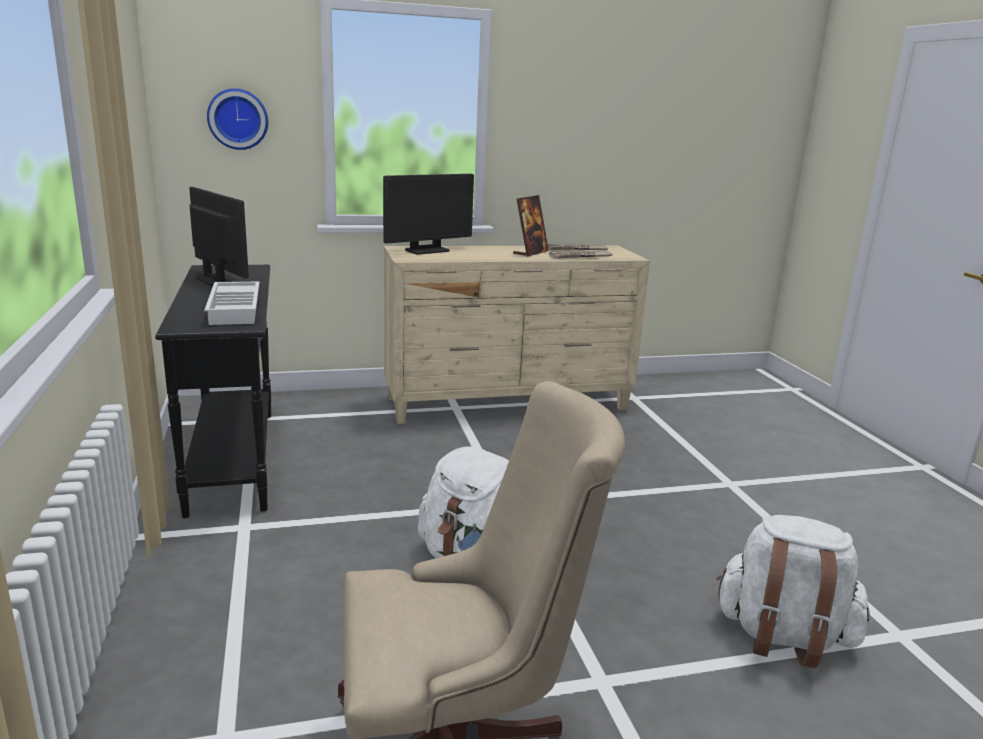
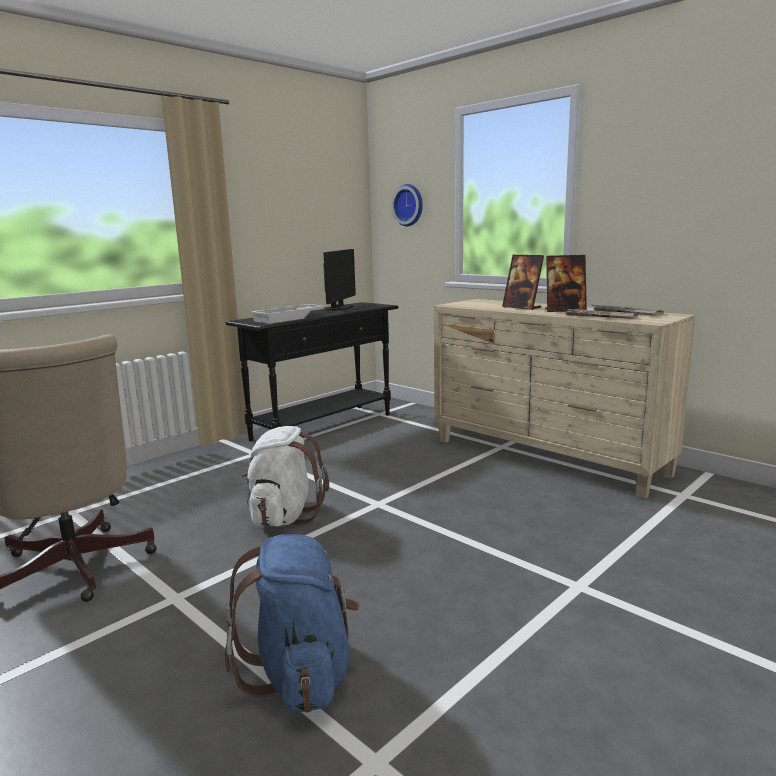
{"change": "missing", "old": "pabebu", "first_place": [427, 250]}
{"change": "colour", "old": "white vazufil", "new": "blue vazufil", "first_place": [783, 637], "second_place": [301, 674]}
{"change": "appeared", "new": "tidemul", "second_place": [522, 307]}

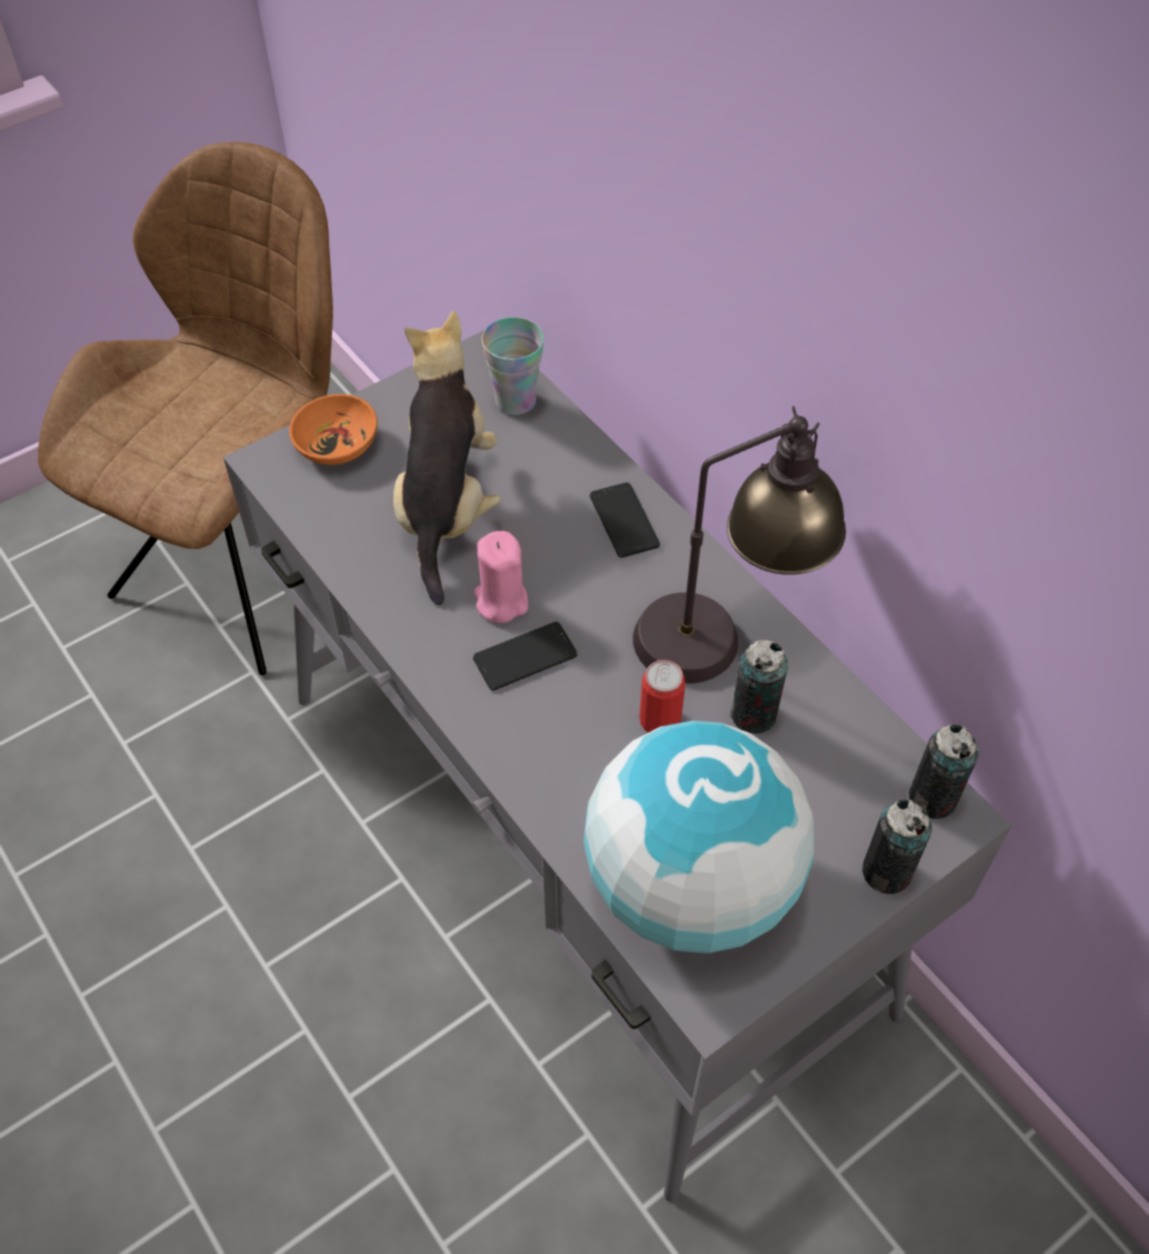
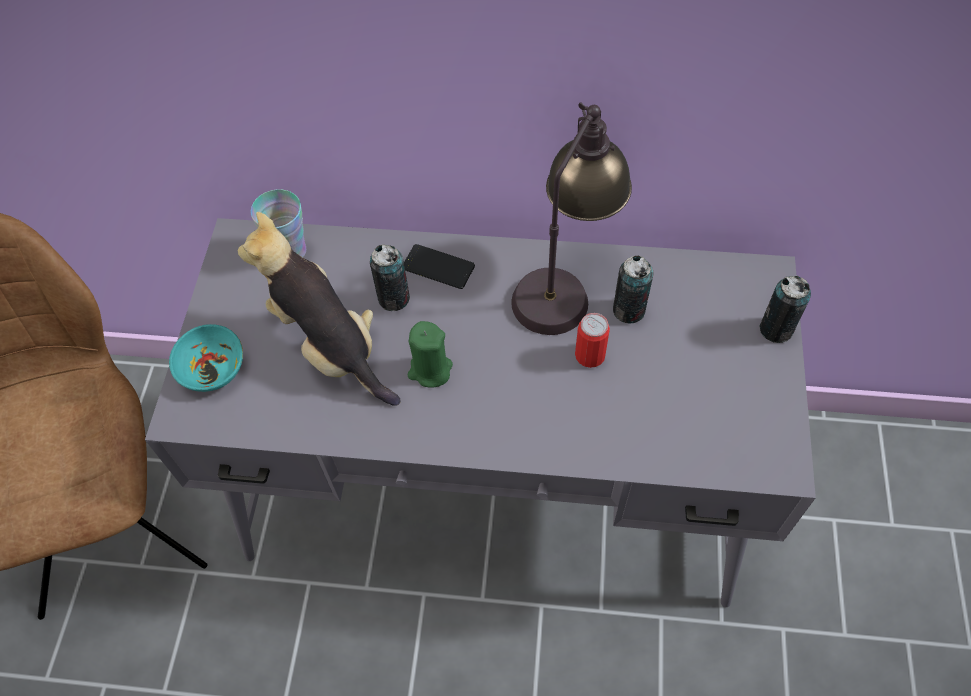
{"change": "colour", "old": "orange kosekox", "new": "turquoise kosekox", "first_place": [337, 444], "second_place": [213, 367]}
{"change": "missing", "old": "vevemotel", "first_place": [525, 657]}
{"change": "colour", "old": "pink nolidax", "new": "green nolidax", "first_place": [501, 601], "second_place": [430, 370]}
{"change": "missing", "old": "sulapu", "first_place": [690, 886]}
{"change": "relocated", "old": "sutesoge", "first_place": [932, 798], "second_place": [394, 298]}

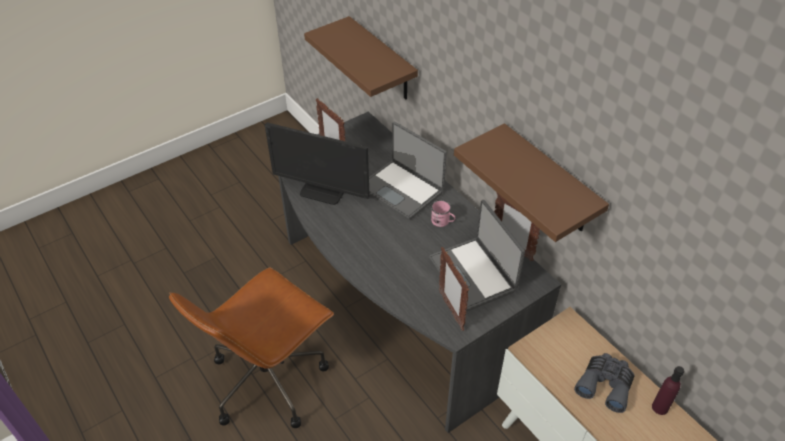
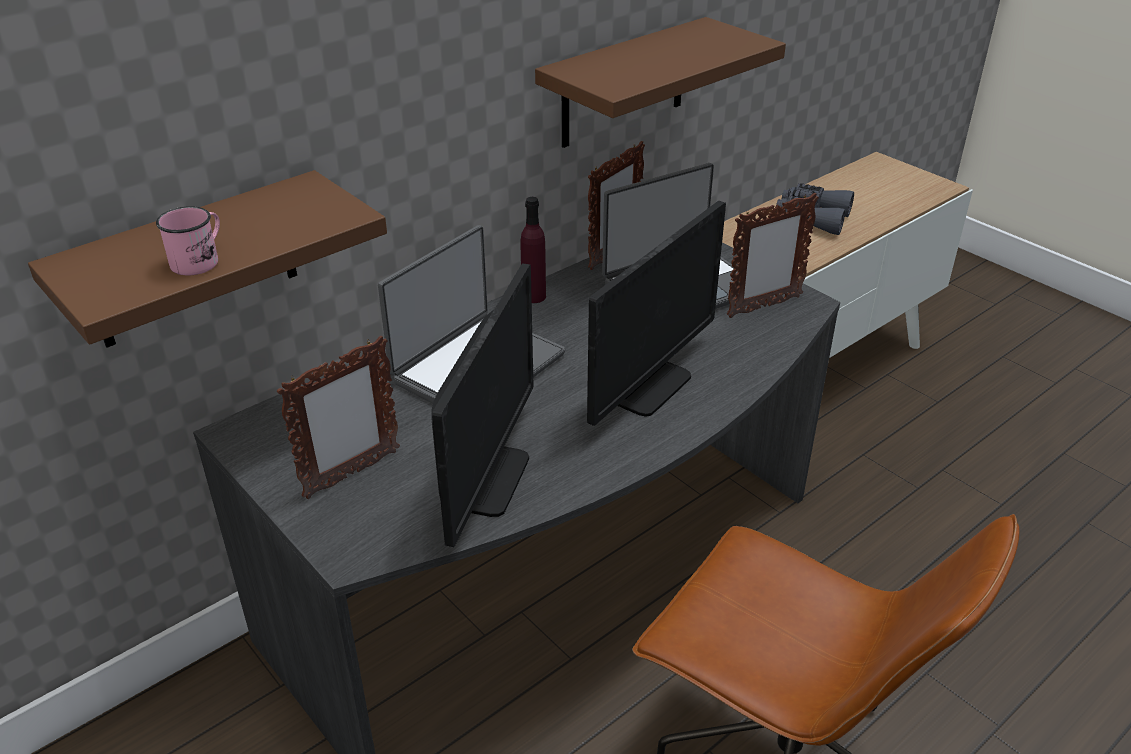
{"change": "relocated", "old": "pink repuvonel", "first_place": [443, 221], "second_place": [200, 260]}
{"change": "relocated", "old": "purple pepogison", "first_place": [660, 407], "second_place": [534, 296]}
{"change": "appeared", "new": "pabebu", "second_place": [647, 386]}

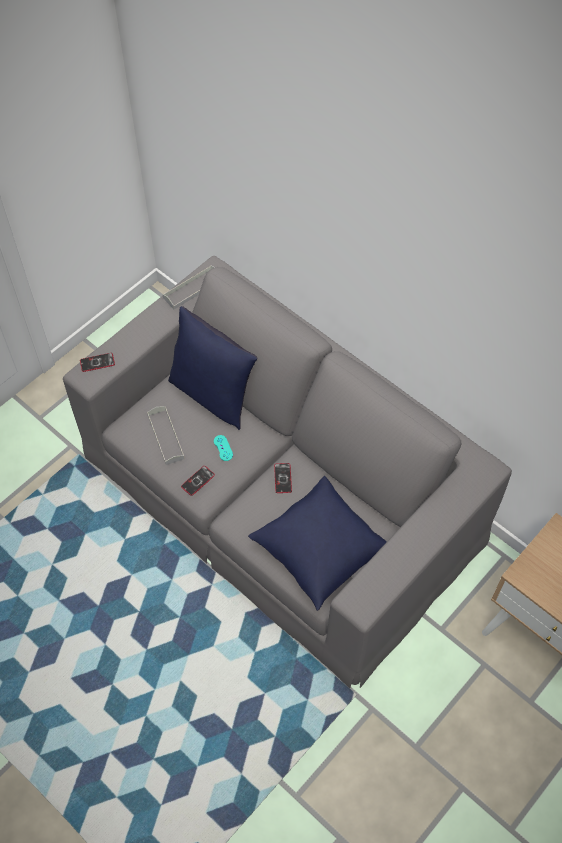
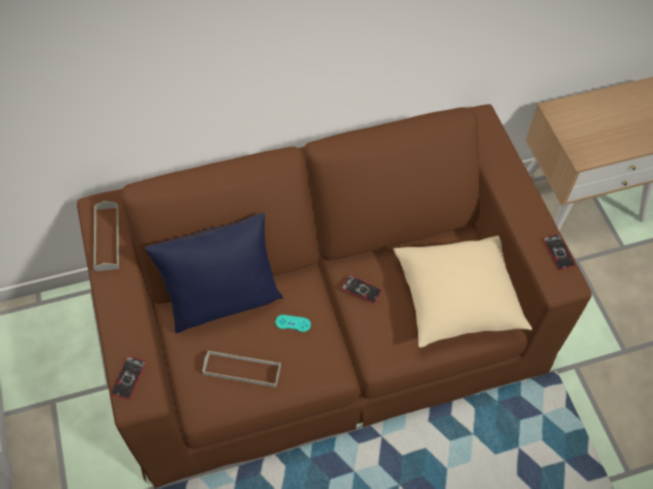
{"change": "colour", "old": "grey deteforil", "new": "brown deteforil", "first_place": [282, 495], "second_place": [325, 324]}
{"change": "relocated", "old": "vevemotel", "first_place": [198, 481], "second_place": [558, 252]}
{"change": "colour", "old": "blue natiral", "new": "beige natiral", "first_place": [319, 551], "second_place": [457, 300]}

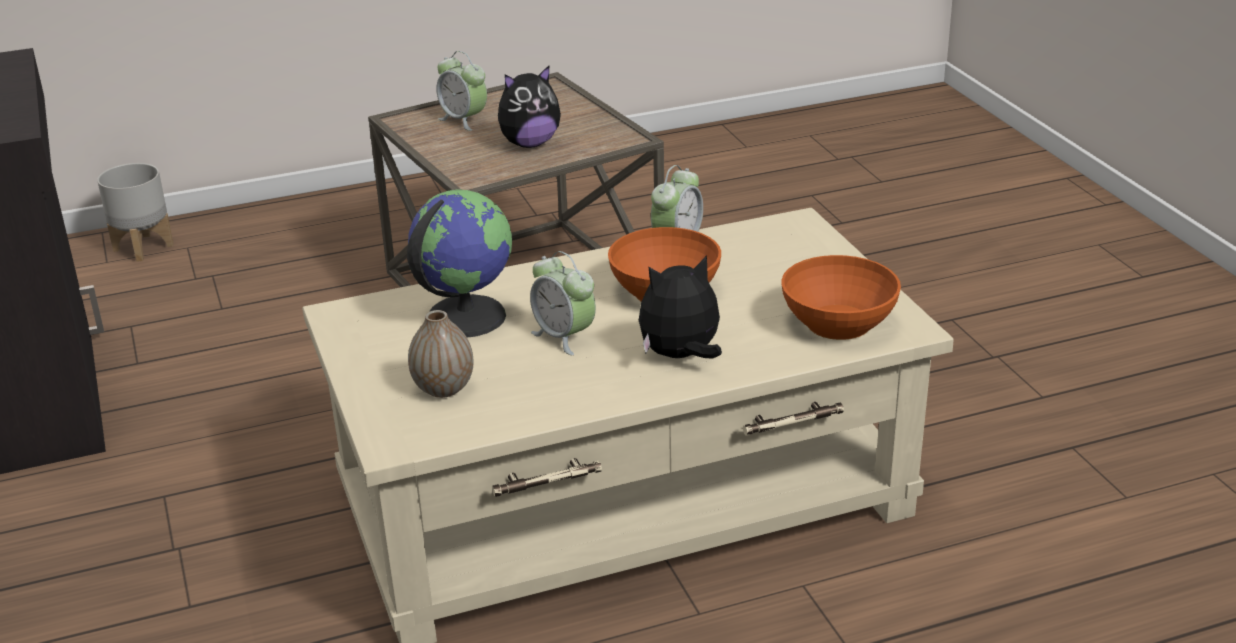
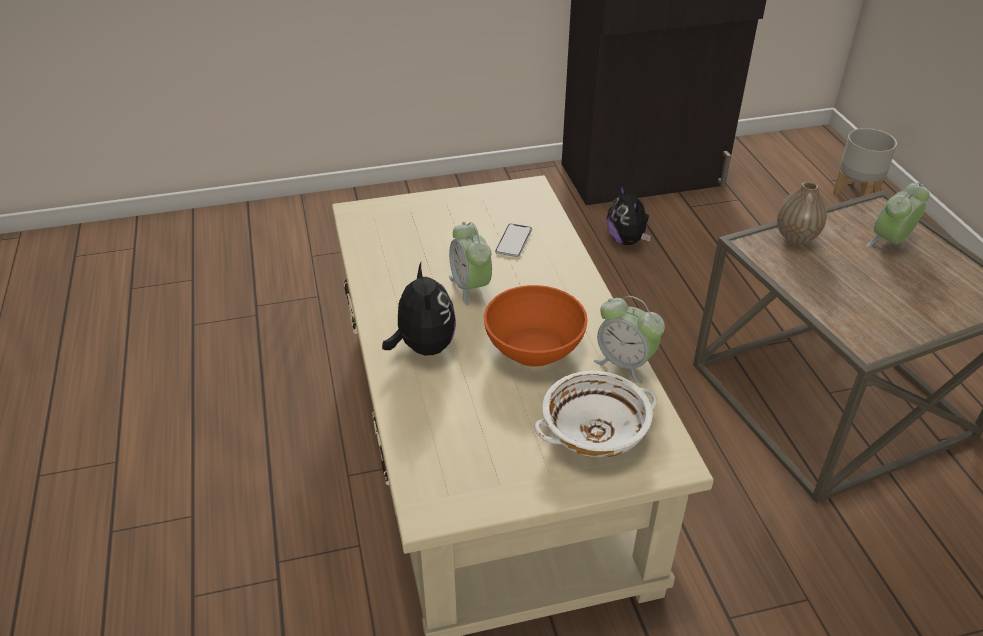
{"change": "exchanged", "old": "sulapu", "new": "vevemotel", "first_place": [465, 316], "second_place": [513, 241]}
{"change": "relocated", "old": "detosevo", "first_place": [443, 389], "second_place": [796, 237]}
{"change": "relocated", "old": "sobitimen", "first_place": [529, 143], "second_place": [627, 240]}
{"change": "spun", "old": "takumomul", "first_place": [564, 337], "second_place": [470, 287], "degrees": -75}
{"change": "missing", "old": "orange kosekox", "first_place": [837, 323]}
{"change": "appeared", "new": "white kosekox", "second_place": [595, 432]}

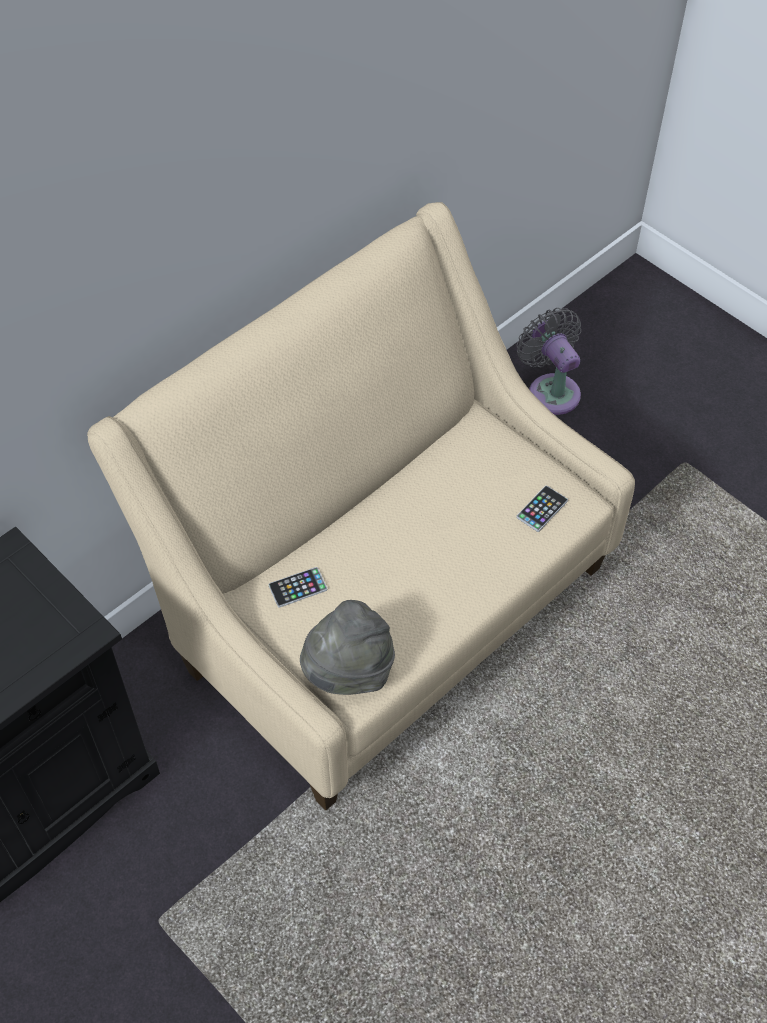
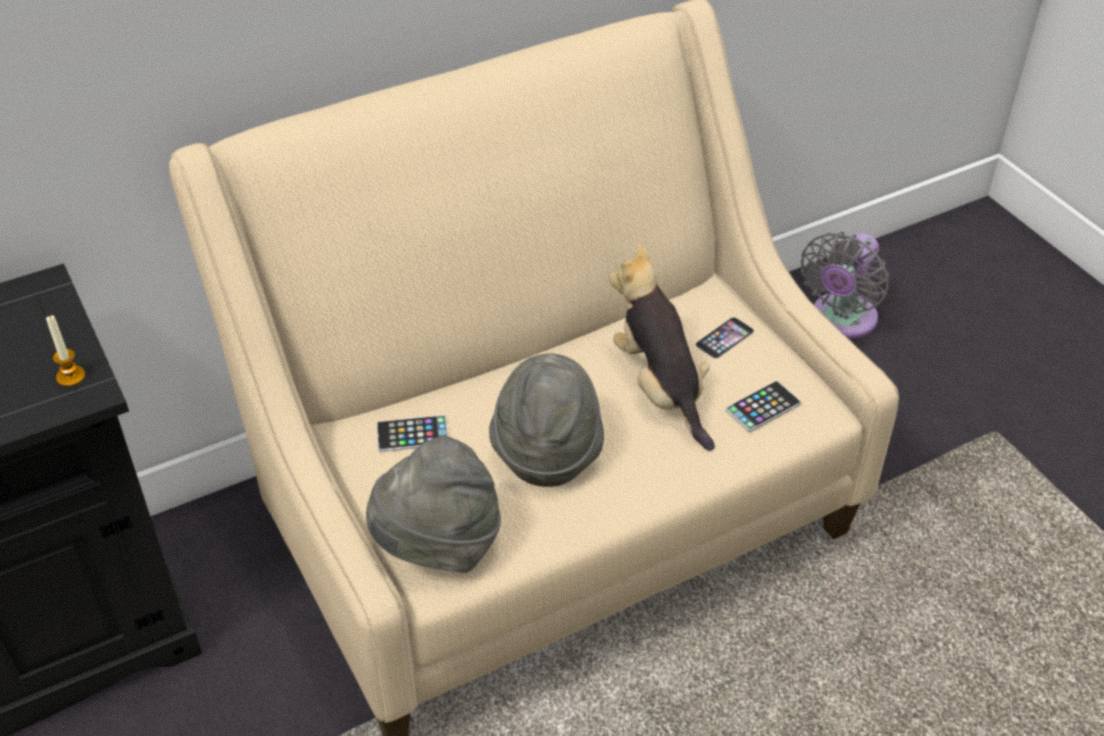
{"change": "spun", "old": "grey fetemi", "first_place": [551, 390], "second_place": [840, 320], "degrees": -135}
{"change": "appeared", "new": "nolidax", "second_place": [71, 376]}
{"change": "appeared", "new": "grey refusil", "second_place": [547, 452]}
{"change": "appeared", "new": "sobitimen", "second_place": [660, 388]}
{"change": "appeared", "new": "vevemotel", "second_place": [724, 338]}

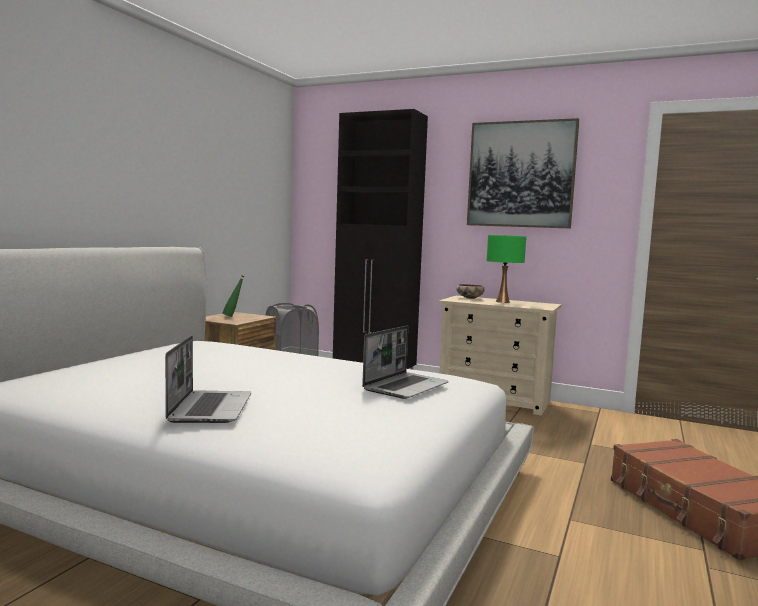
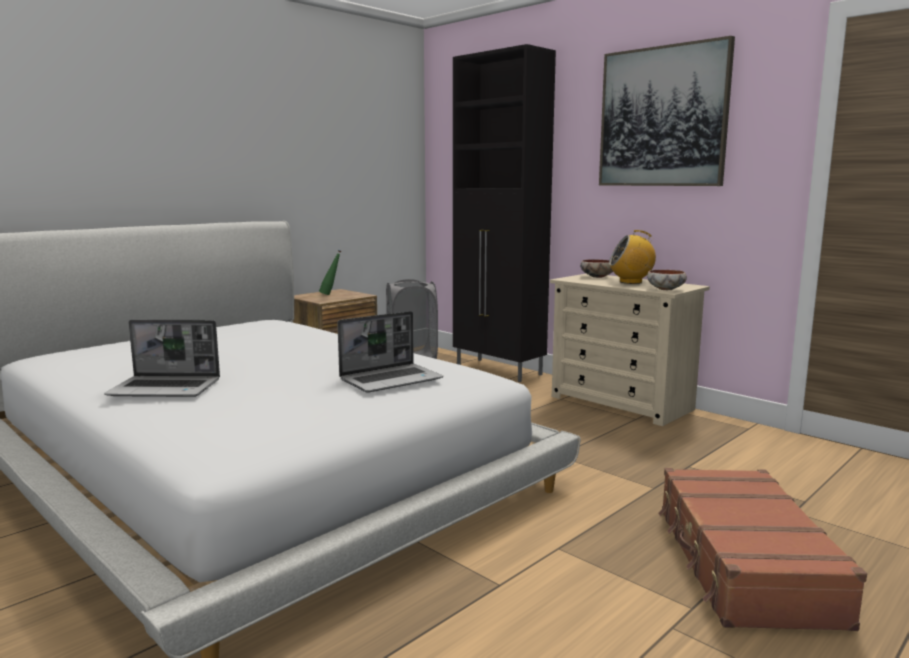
{"change": "spun", "old": "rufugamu", "first_place": [210, 408], "second_place": [166, 388], "degrees": 75}
{"change": "exchanged", "old": "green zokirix", "new": "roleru", "first_place": [503, 302], "second_place": [631, 282]}
{"change": "appeared", "new": "kosekox", "second_place": [666, 289]}

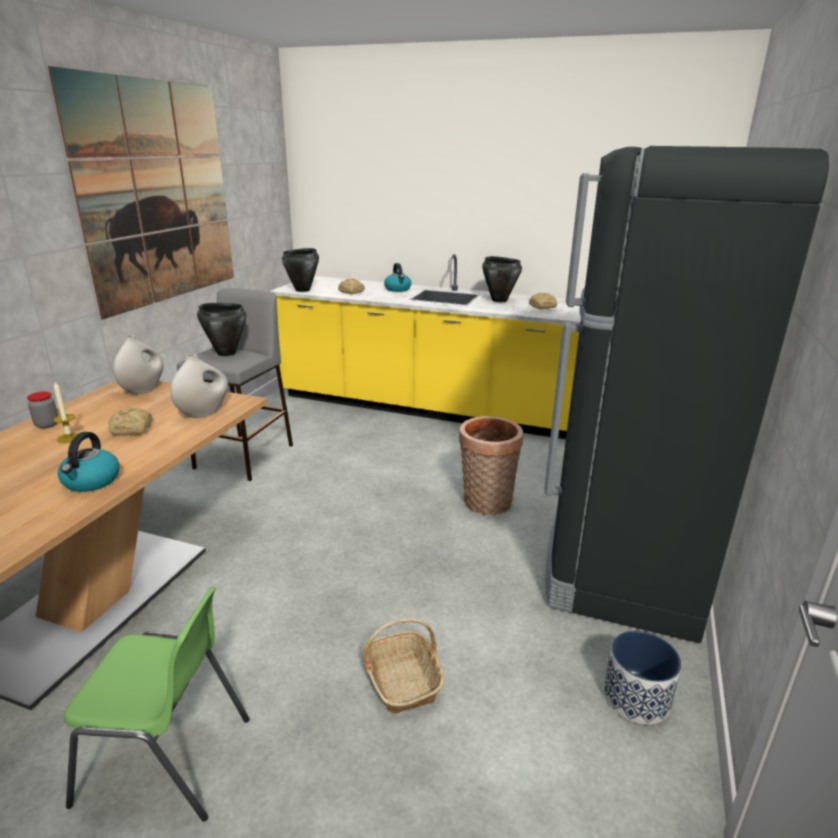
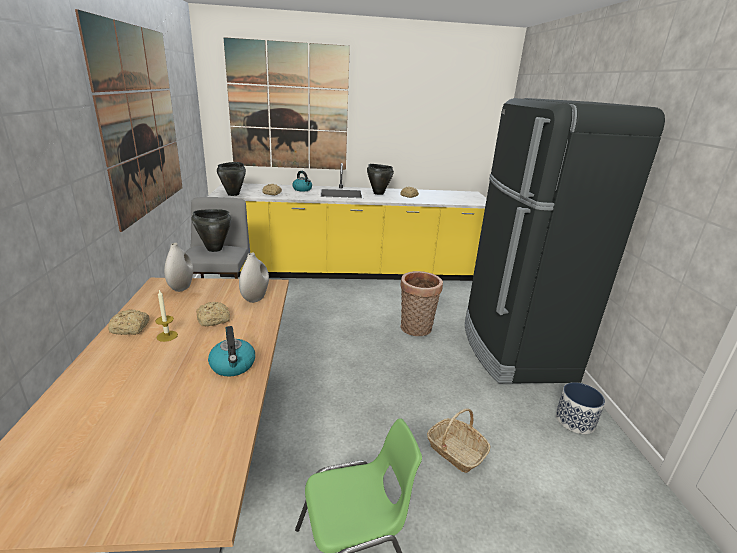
{"change": "exchanged", "old": "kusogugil", "new": "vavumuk", "first_place": [47, 425], "second_place": [131, 329]}
{"change": "appeared", "new": "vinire", "second_place": [289, 108]}

